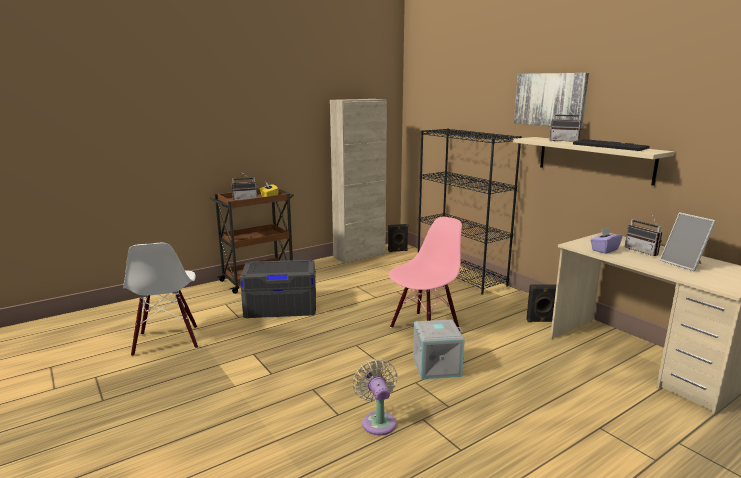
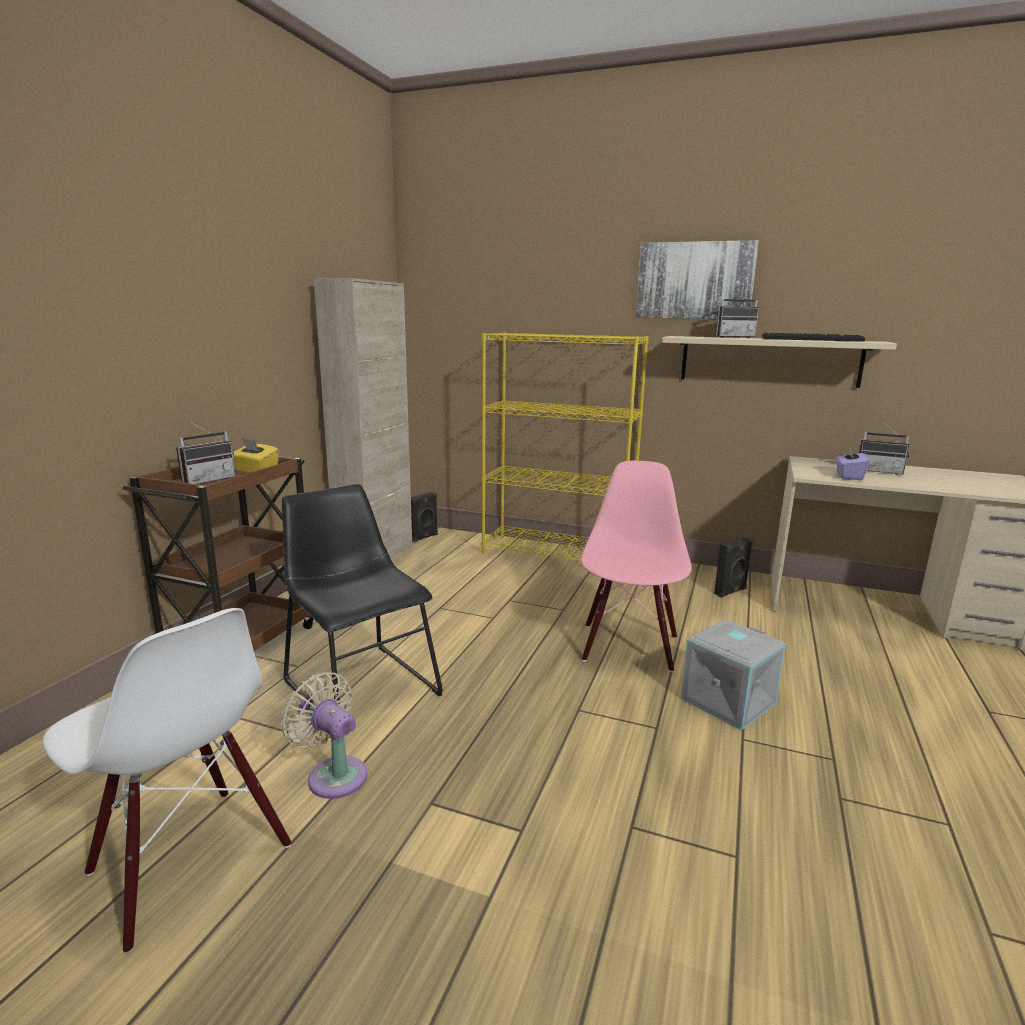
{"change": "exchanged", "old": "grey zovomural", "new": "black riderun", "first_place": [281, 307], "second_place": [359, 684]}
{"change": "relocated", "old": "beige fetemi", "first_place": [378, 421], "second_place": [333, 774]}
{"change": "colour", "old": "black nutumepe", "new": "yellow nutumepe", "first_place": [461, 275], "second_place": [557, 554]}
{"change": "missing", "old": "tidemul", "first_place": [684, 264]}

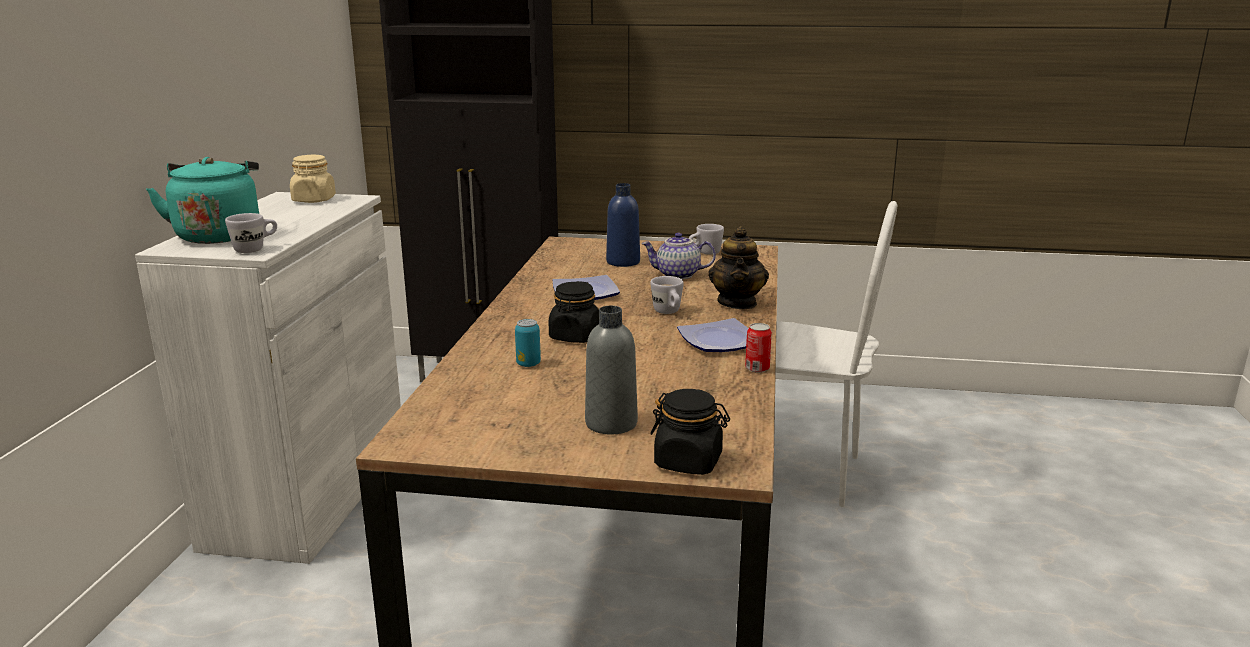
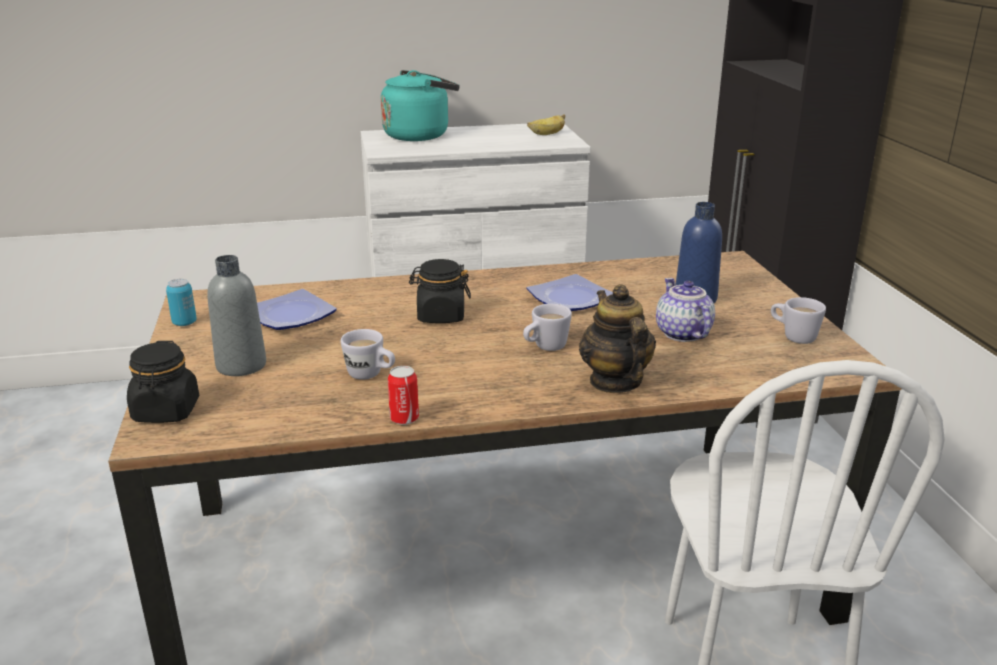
{"change": "relocated", "old": "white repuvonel", "first_place": [255, 249], "second_place": [371, 375]}
{"change": "exchanged", "old": "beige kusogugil", "new": "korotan", "first_place": [314, 200], "second_place": [547, 134]}
{"change": "relocated", "old": "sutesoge", "first_place": [528, 364], "second_place": [184, 323]}
{"change": "relocated", "old": "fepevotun", "first_place": [717, 341], "second_place": [291, 315]}
{"change": "spun", "old": "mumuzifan", "first_place": [737, 303], "second_place": [614, 381], "degrees": 90}

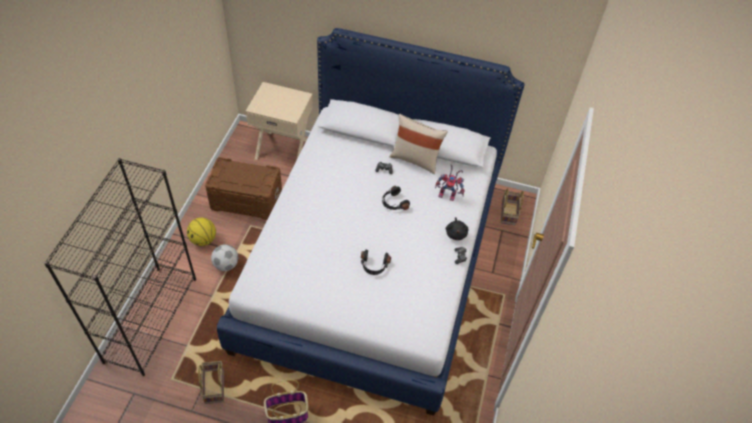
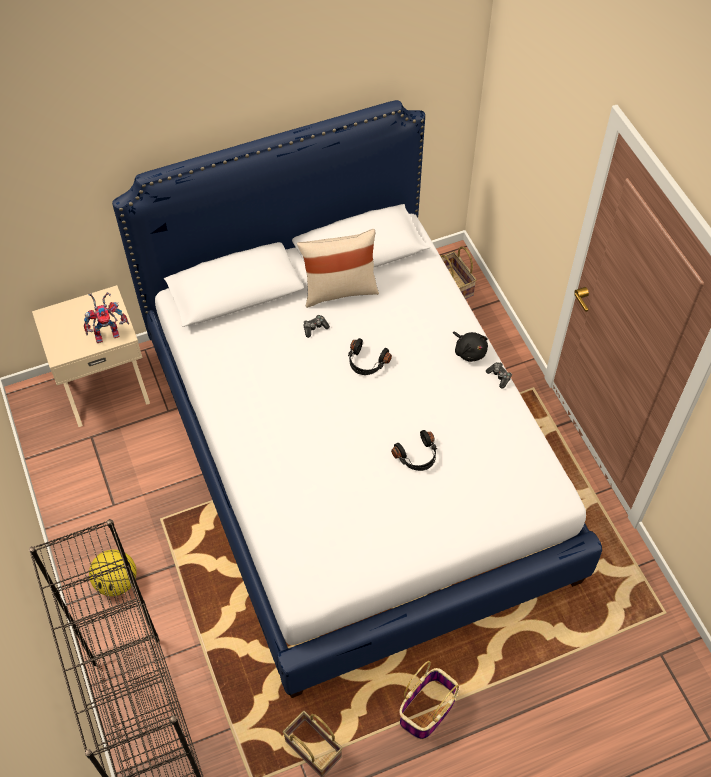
{"change": "missing", "old": "brown zovomural", "first_place": [246, 200]}
{"change": "missing", "old": "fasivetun", "first_place": [226, 265]}
{"change": "relocated", "old": "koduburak", "first_place": [449, 194], "second_place": [108, 332]}

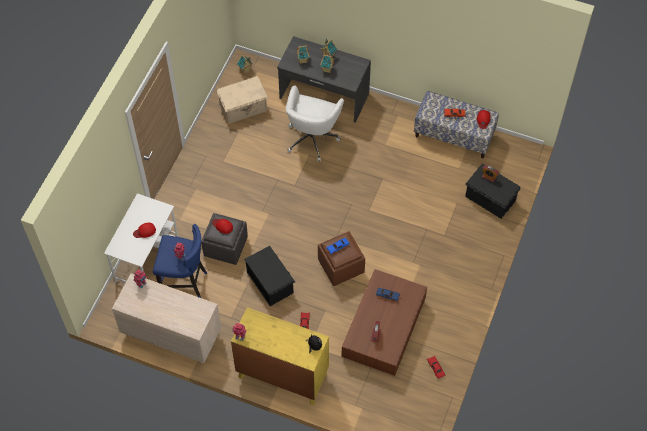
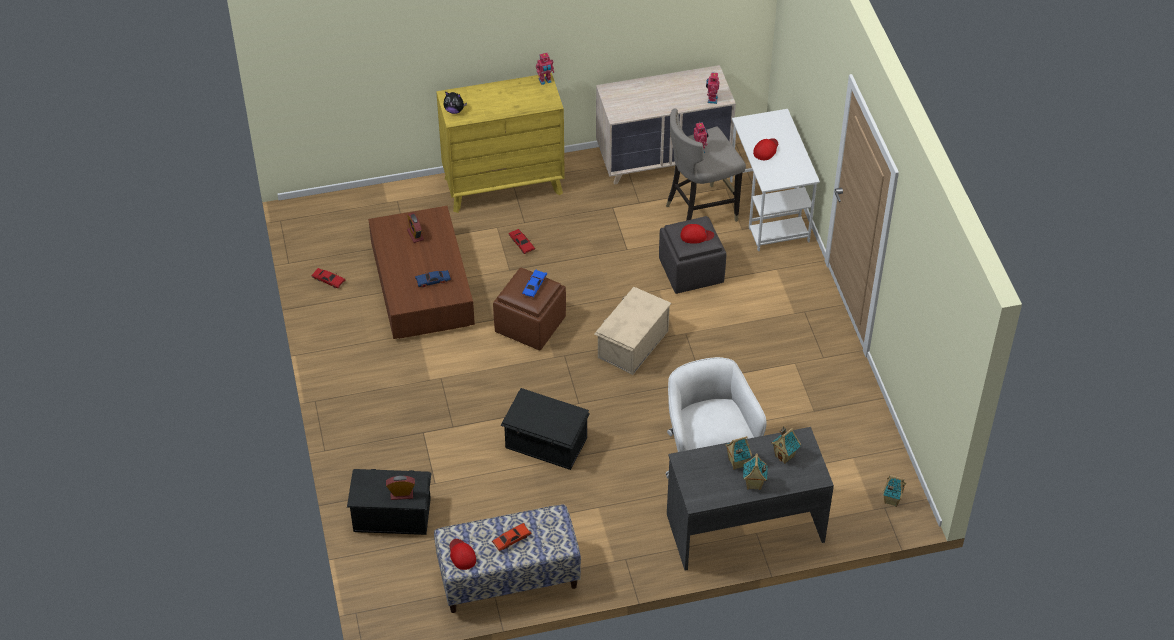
{"change": "colour", "old": "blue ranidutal", "new": "grey ranidutal", "first_place": [184, 283], "second_place": [700, 211]}
{"change": "relocated", "old": "beige zovomural", "first_place": [243, 108], "second_place": [631, 344]}
{"change": "relocated", "old": "black zovomural", "first_place": [270, 282], "second_place": [546, 444]}

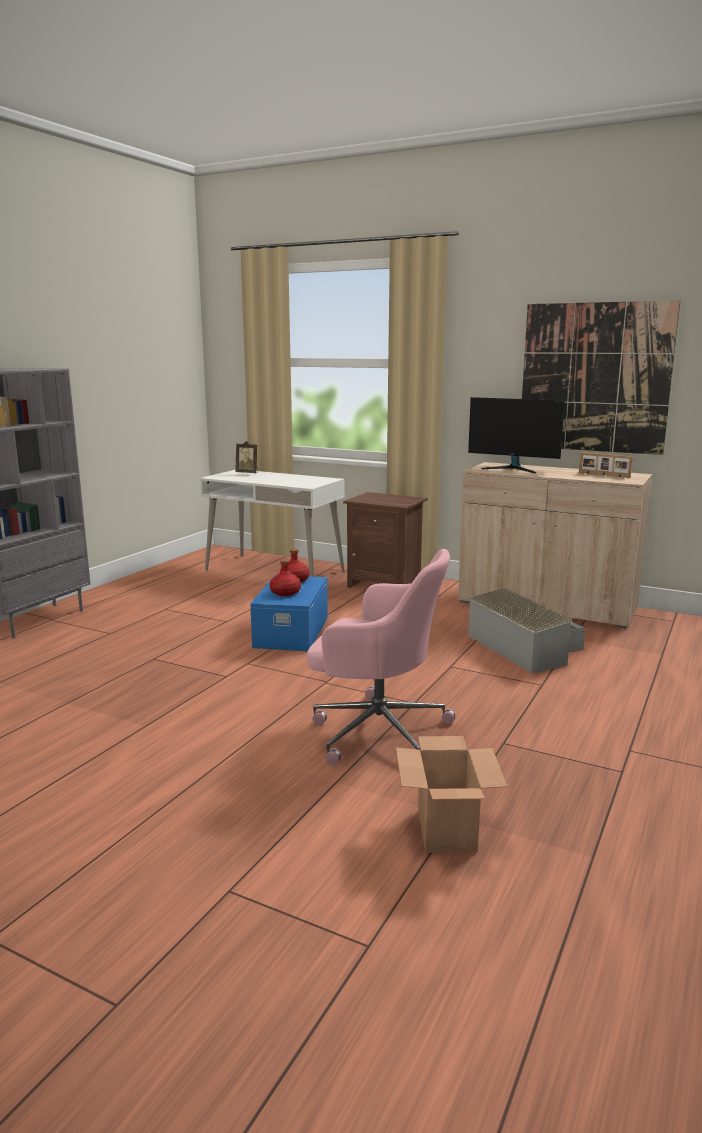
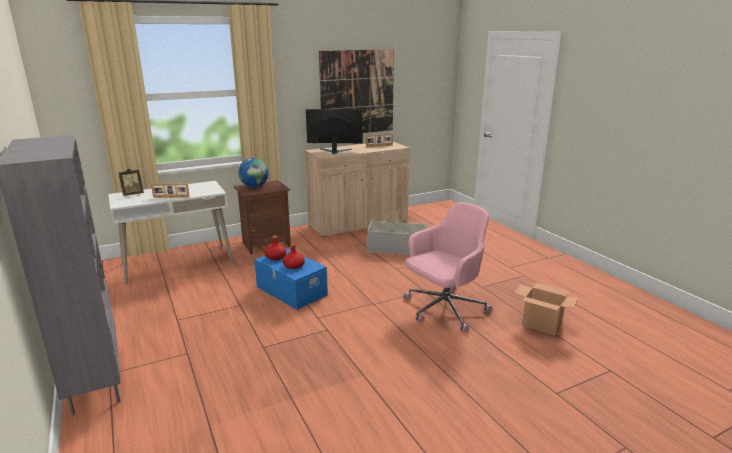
{"change": "spun", "old": "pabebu", "first_place": [513, 468], "second_place": [334, 151], "degrees": -150}
{"change": "appeared", "new": "tidemul", "second_place": [171, 197]}
{"change": "appeared", "new": "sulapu", "second_place": [254, 187]}

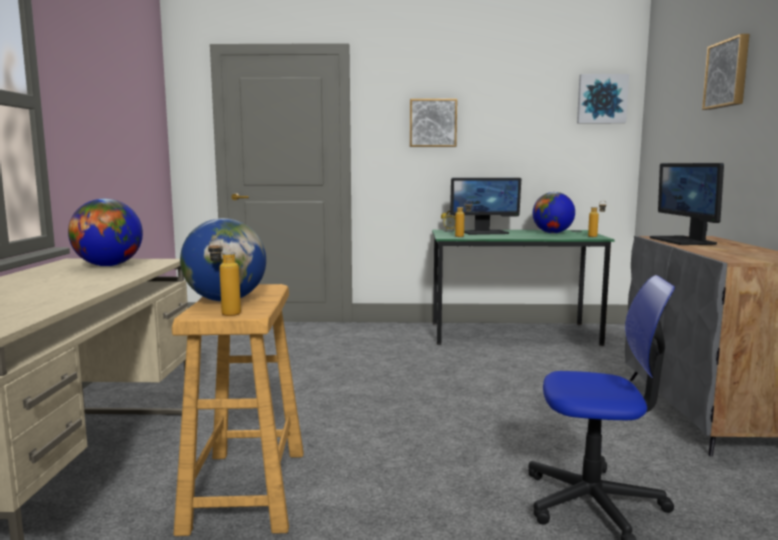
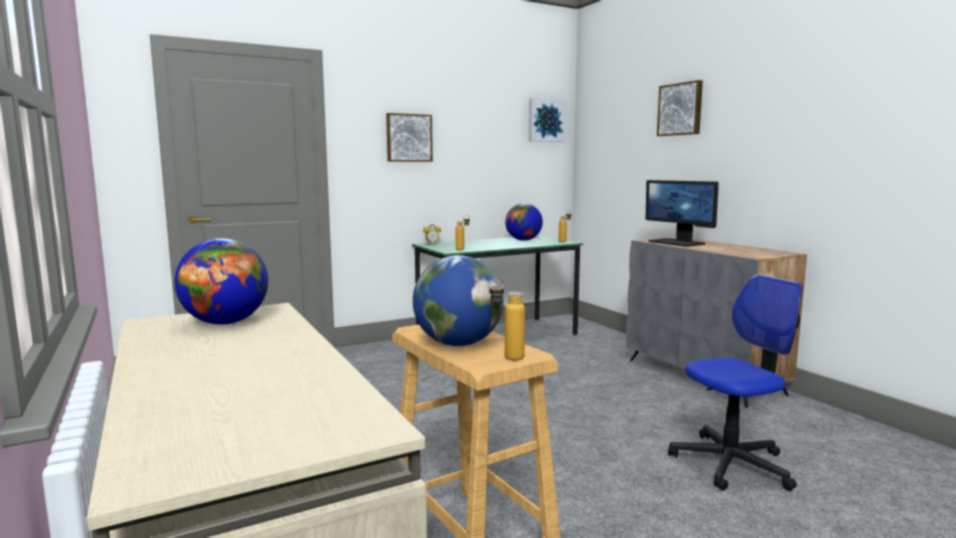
{"change": "missing", "old": "pabebu", "first_place": [485, 232]}

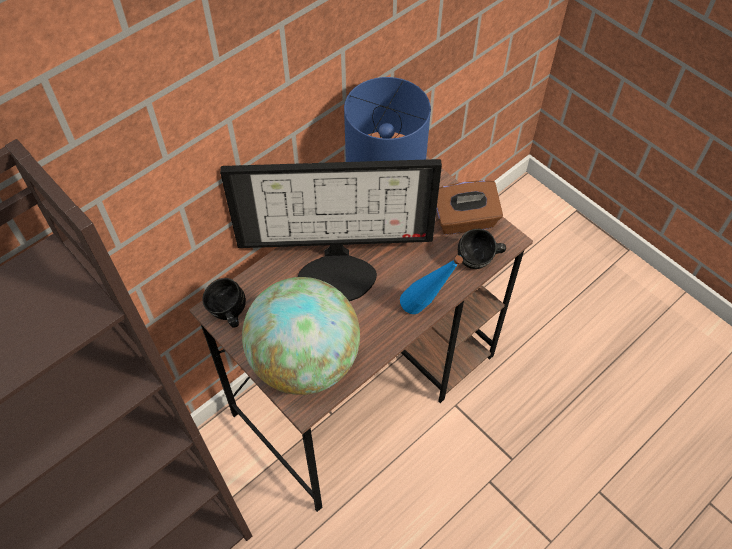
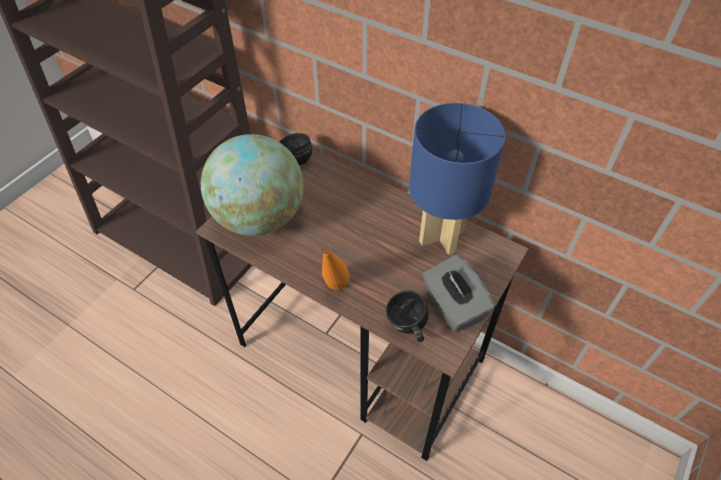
{"change": "missing", "old": "pabebu", "first_place": [338, 270]}
{"change": "colour", "old": "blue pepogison", "new": "orange pepogison", "first_place": [426, 310], "second_place": [334, 292]}
{"change": "colour", "old": "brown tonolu", "new": "grey tonolu", "first_place": [465, 221], "second_place": [453, 306]}

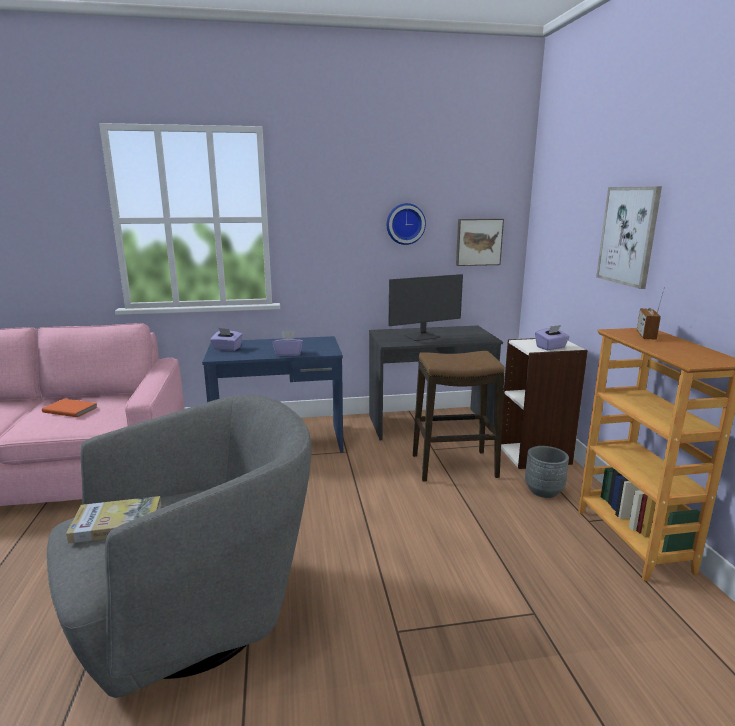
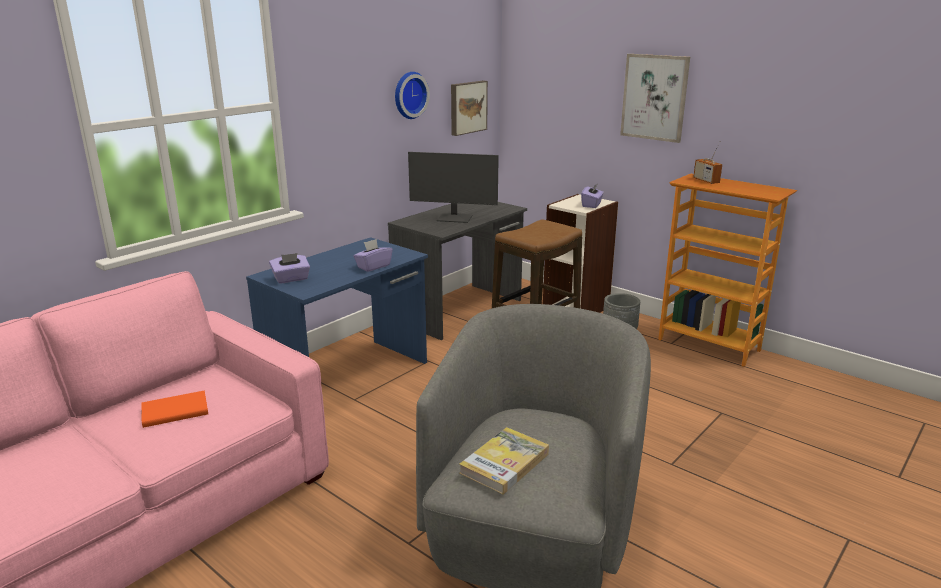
{"change": "spun", "old": "pabebu", "first_place": [422, 337], "second_place": [454, 218], "degrees": 75}

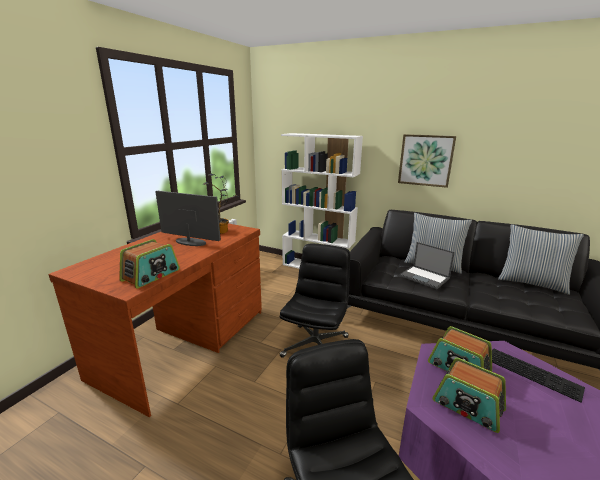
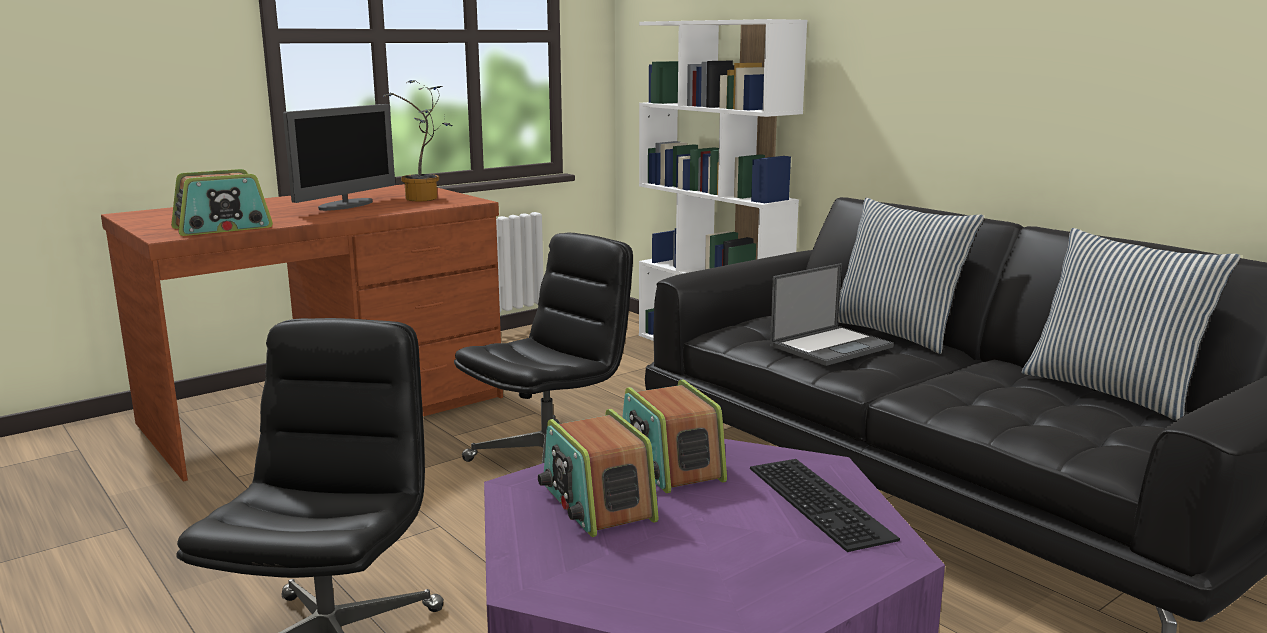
{"change": "spun", "old": "pabebu", "first_place": [190, 242], "second_place": [346, 205], "degrees": 75}
{"change": "missing", "old": "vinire", "first_place": [425, 160]}
{"change": "spun", "old": "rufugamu", "first_place": [425, 277], "second_place": [831, 346], "degrees": -105}

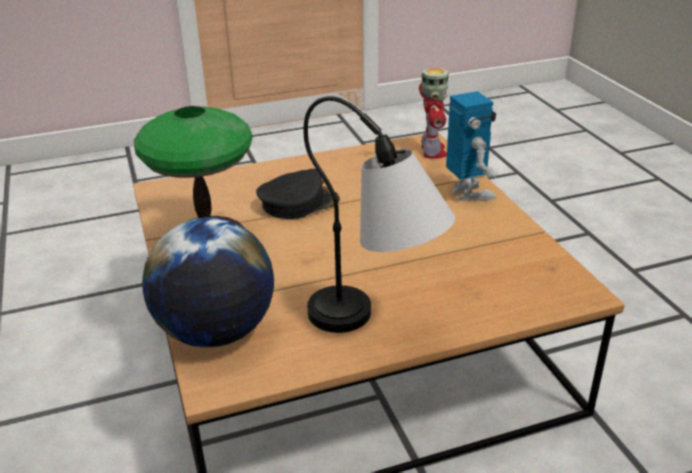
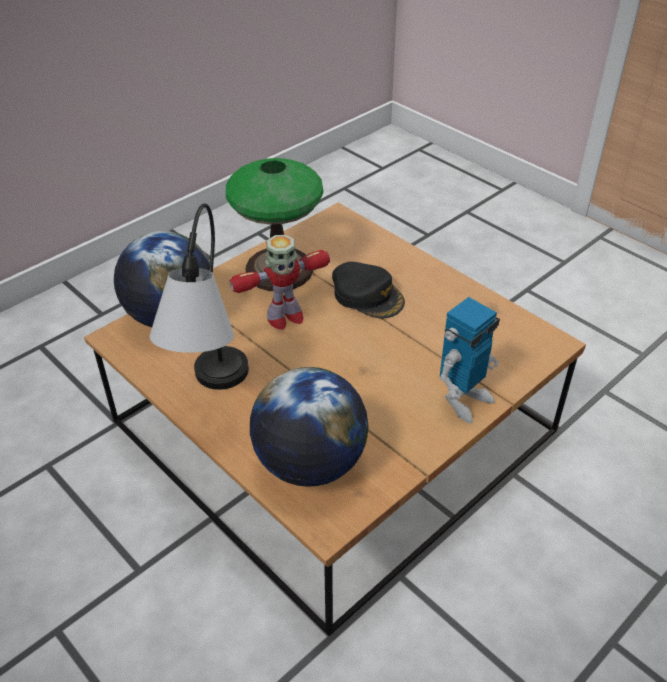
{"change": "relocated", "old": "koduburak", "first_place": [432, 151], "second_place": [284, 317]}
{"change": "appeared", "new": "sulapu", "second_place": [309, 464]}

